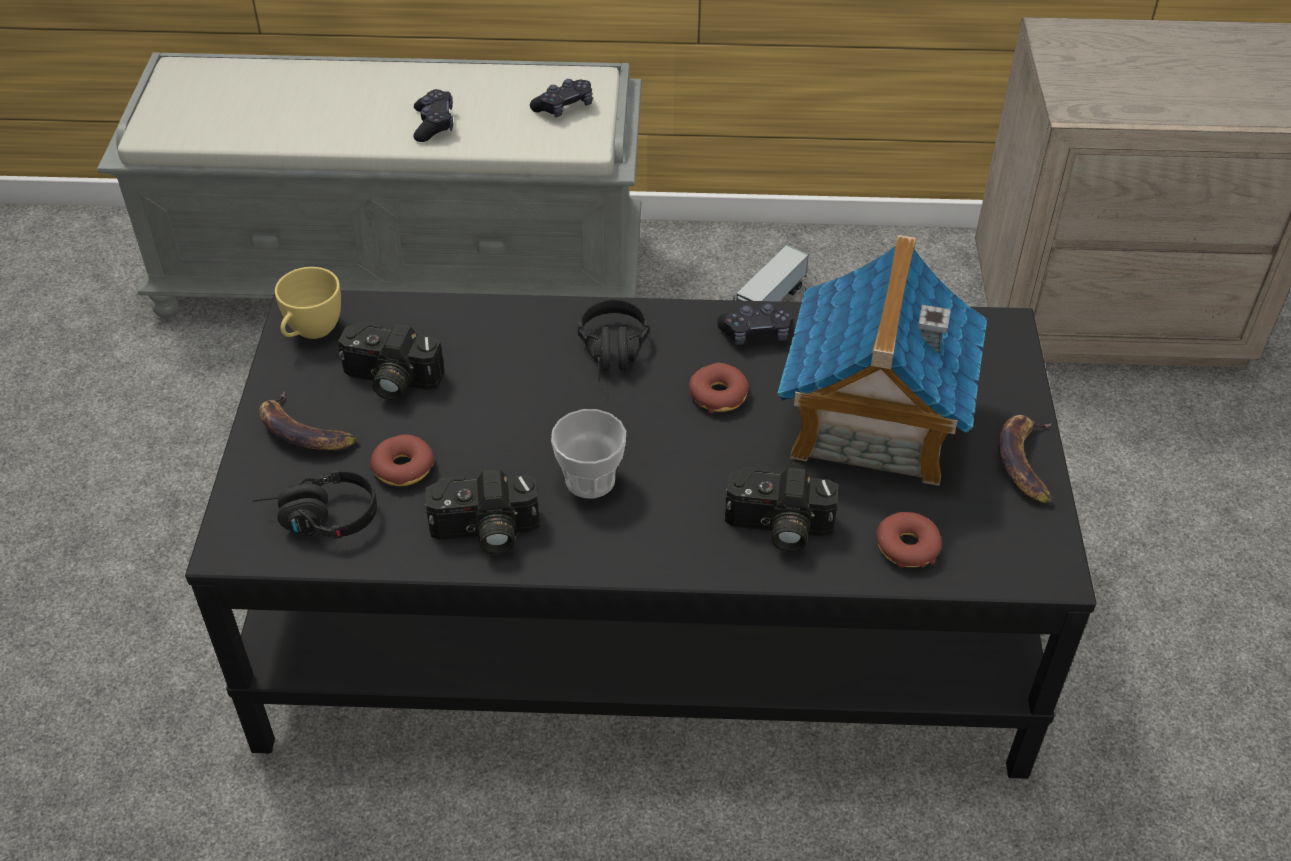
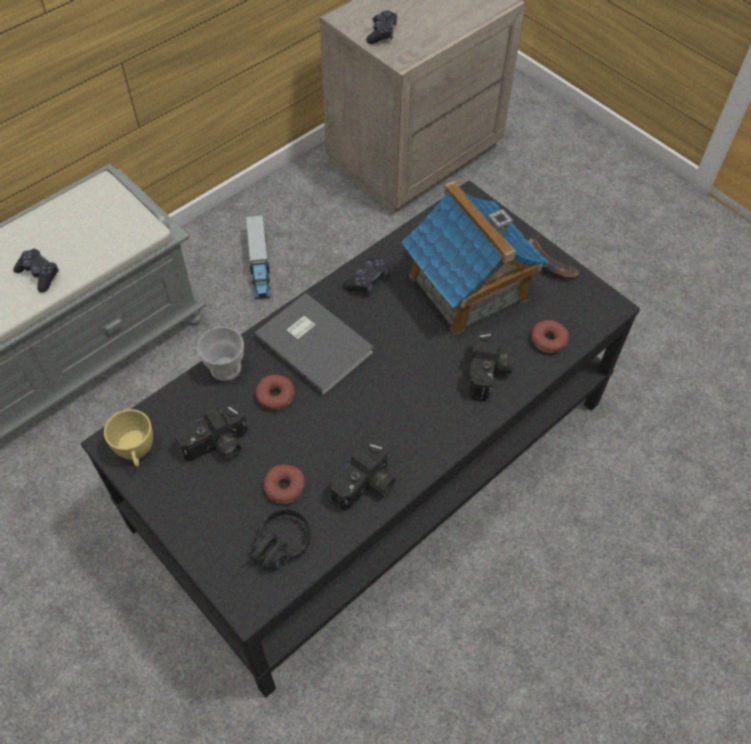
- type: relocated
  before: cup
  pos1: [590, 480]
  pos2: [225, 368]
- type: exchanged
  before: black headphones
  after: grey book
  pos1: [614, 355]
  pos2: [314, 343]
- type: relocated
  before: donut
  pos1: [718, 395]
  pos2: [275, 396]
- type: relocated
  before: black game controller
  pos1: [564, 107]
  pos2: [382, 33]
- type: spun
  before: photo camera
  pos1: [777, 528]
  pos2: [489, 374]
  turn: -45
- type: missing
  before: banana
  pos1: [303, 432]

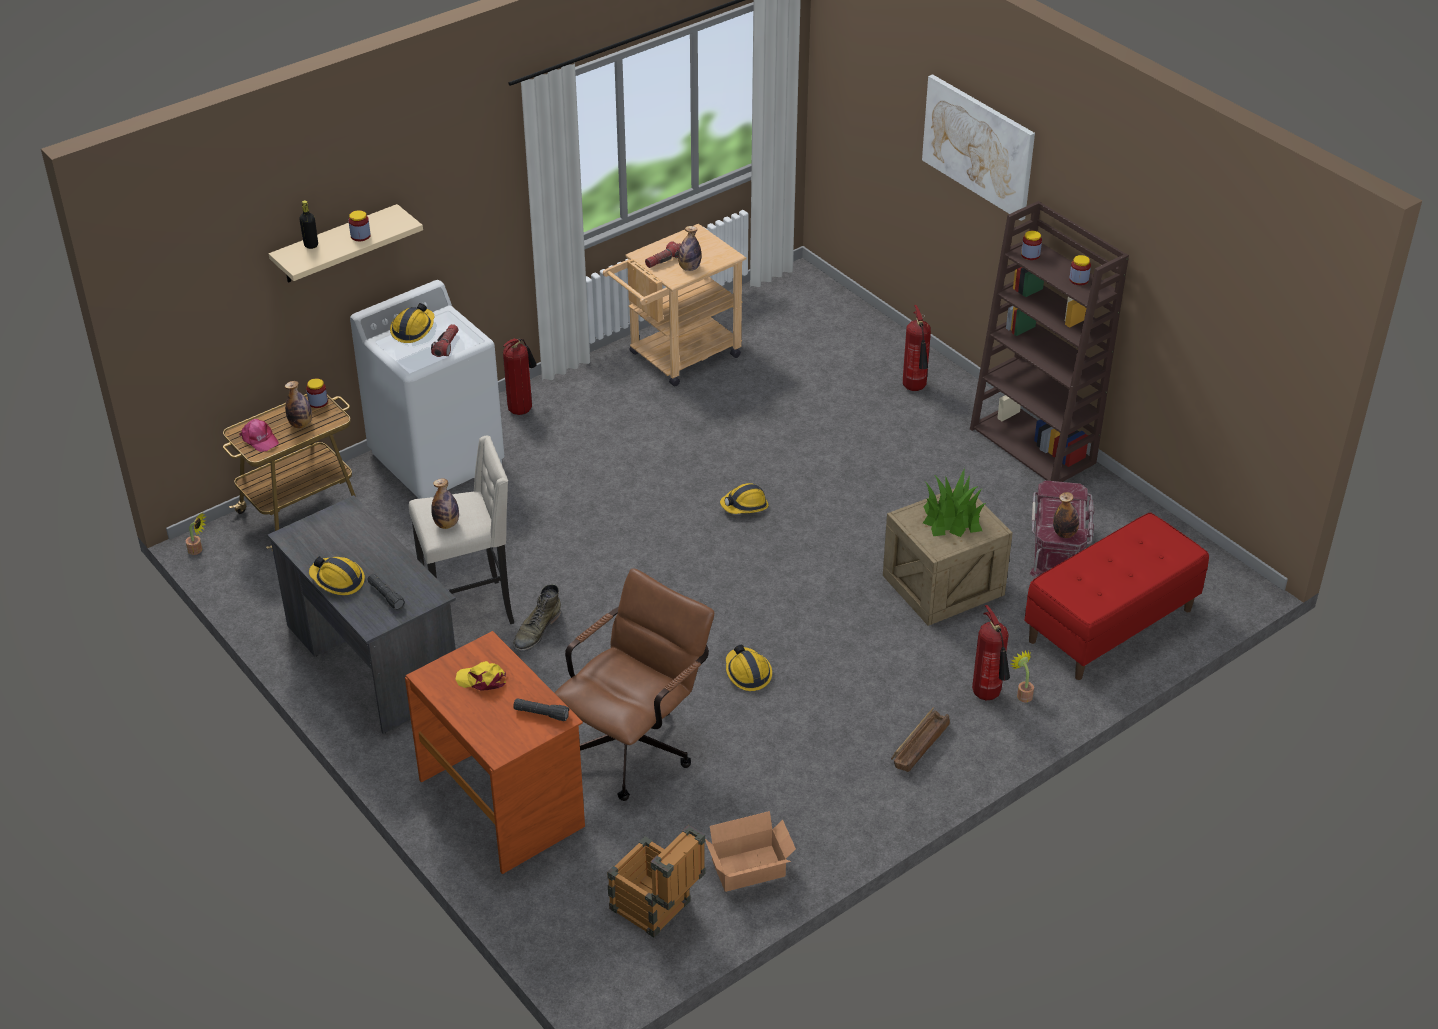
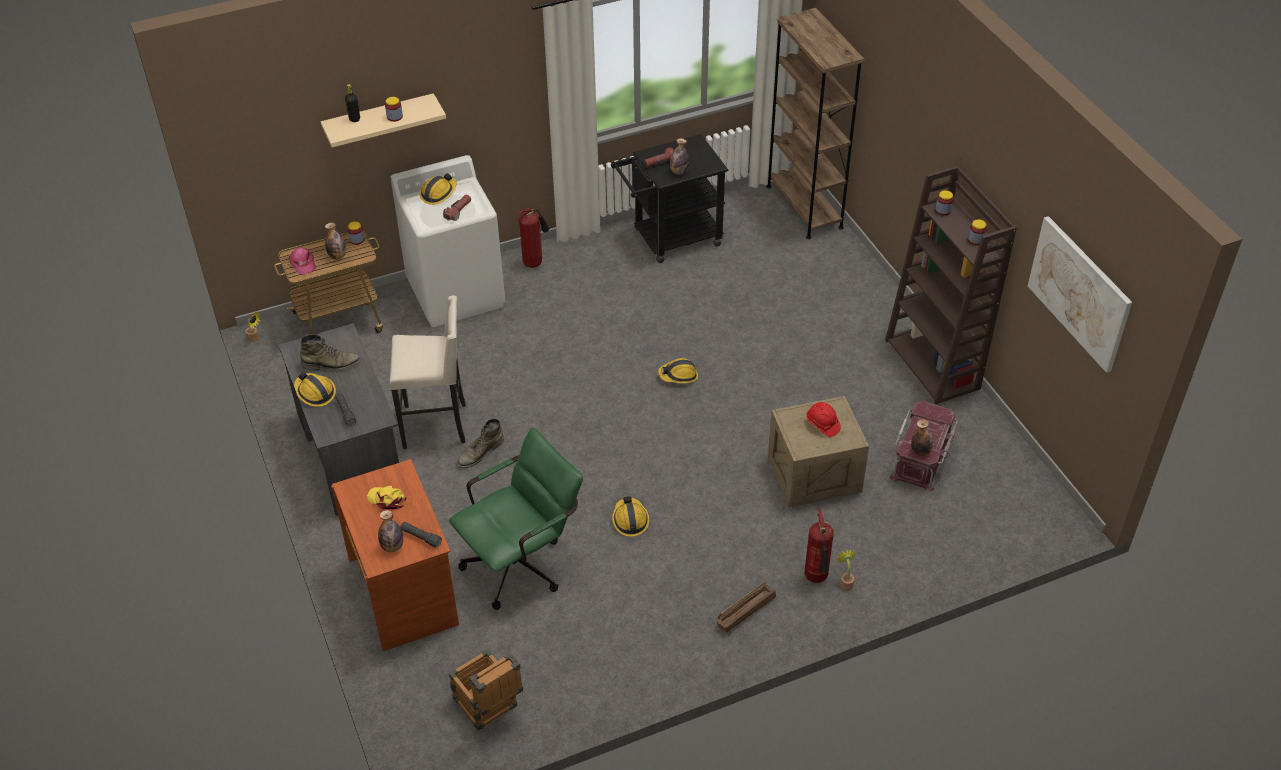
- type: appeared
  after: green boot
  pos2: [331, 364]
- type: relocated
  before: bottle
  pos1: [446, 524]
  pos2: [392, 547]
- type: colour
  before: brown office chair
  after: green office chair
  pos1: [636, 743]
  pos2: [522, 563]
- type: colour
  before: beige cart
  after: black cart
  pos1: [677, 358]
  pos2: [670, 239]
- type: appeared
  after: brown bookcase
  pos2: [804, 207]
- type: exchanged
  before: potted plant
  after: red hard hat
  pos1: [951, 519]
  pos2: [822, 424]
- type: relocated
  before: picture
  pos1: [978, 146]
  pos2: [1079, 293]
- type: missing
  before: cardboard box
  pos1: [751, 870]
- type: missing
  before: fire extinguisher
  pos1: [915, 389]
- type: missing
  before: red bench
  pos1: [1110, 626]

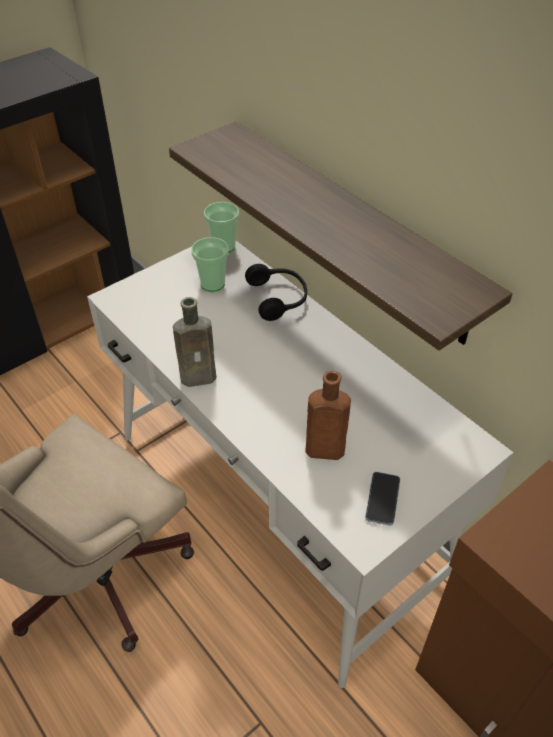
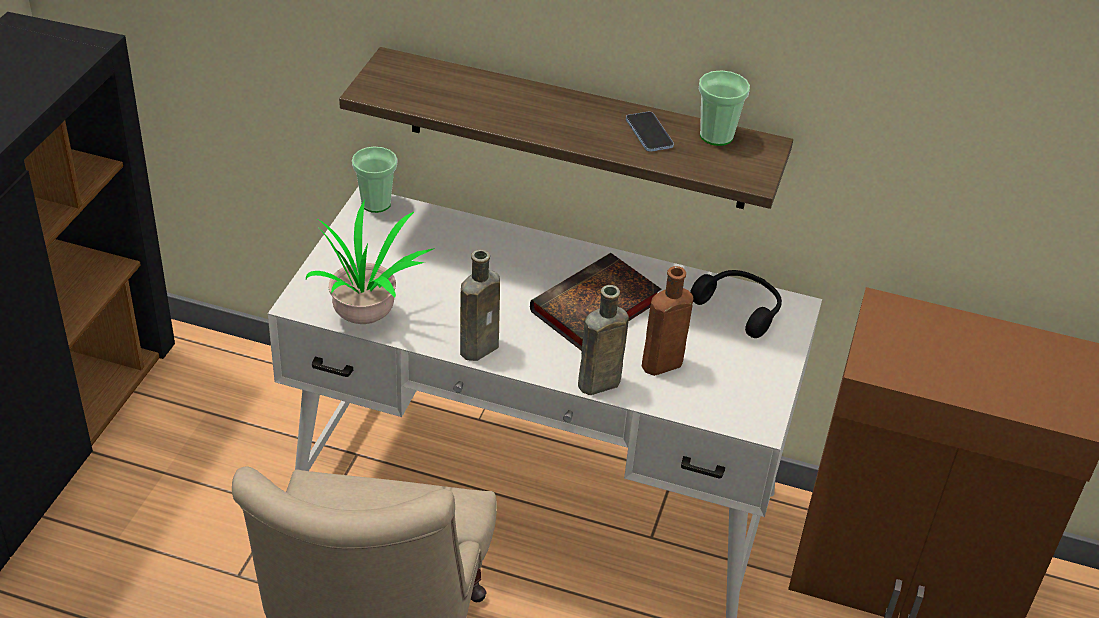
- type: appeared
  after: potted plant
  pos2: [367, 314]
- type: appeared
  after: book
  pos2: [594, 309]
- type: appeared
  after: brown bottle
  pos2: [596, 384]
- type: relocated
  before: phone
  pos1: [382, 499]
  pos2: [649, 133]
- type: relocated
  before: black headphones
  pos1: [279, 298]
  pos2: [740, 308]
- type: relocated
  before: cup
  pos1: [212, 284]
  pos2: [716, 136]

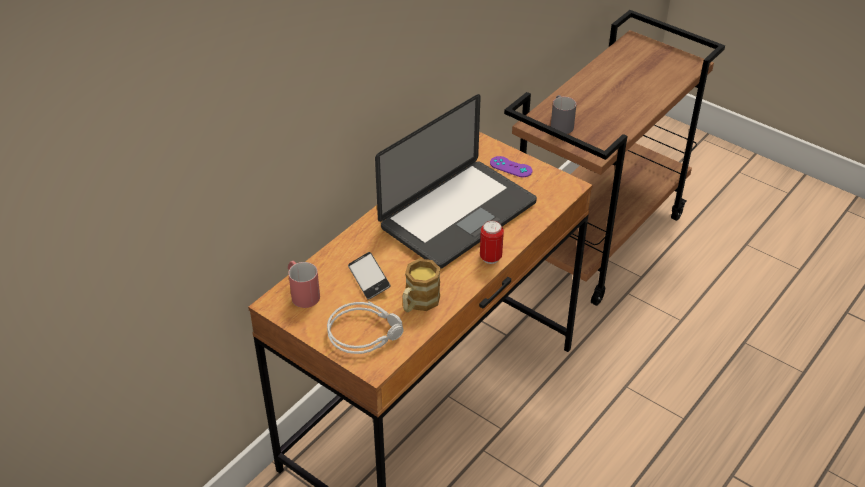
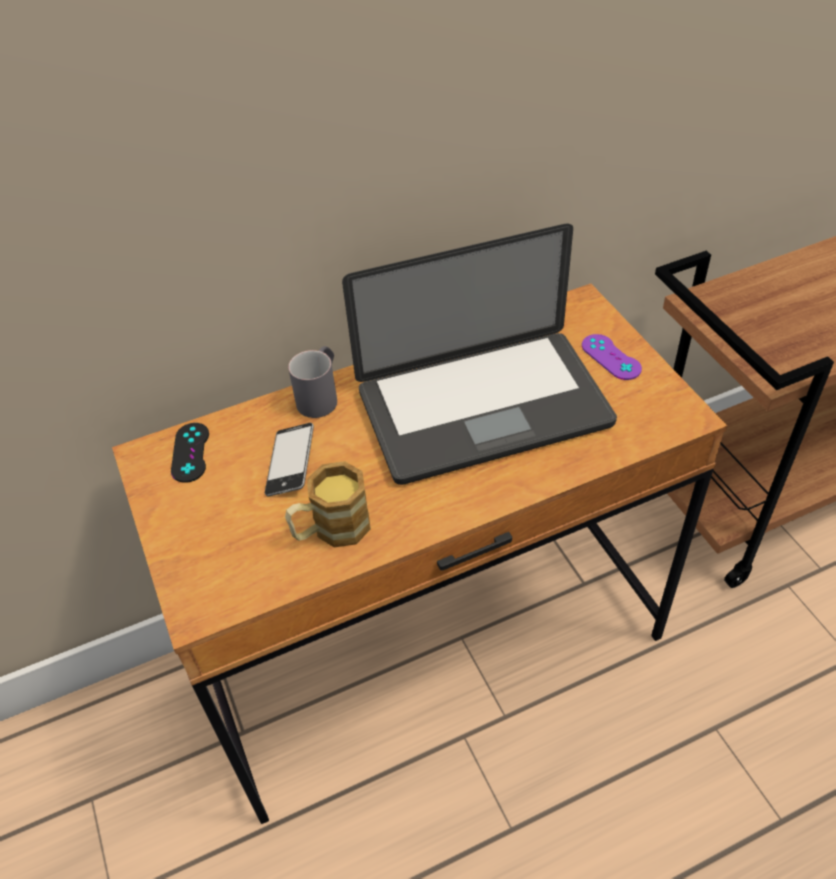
- type: exchanged
  before: red mug
  after: black game controller
  pos1: [302, 293]
  pos2: [190, 452]
- type: relocated
  before: grey mug
  pos1: [560, 123]
  pos2: [321, 395]
- type: missing
  before: grey headphones
  pos1: [365, 331]
- type: missing
  before: can
  pos1: [490, 257]

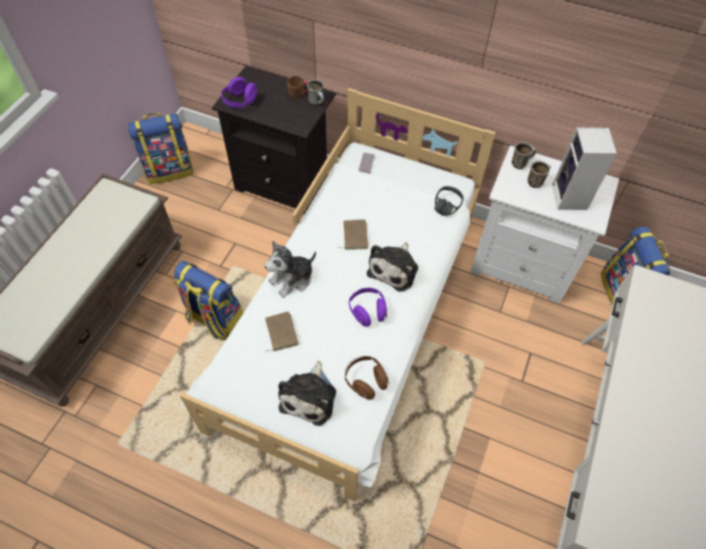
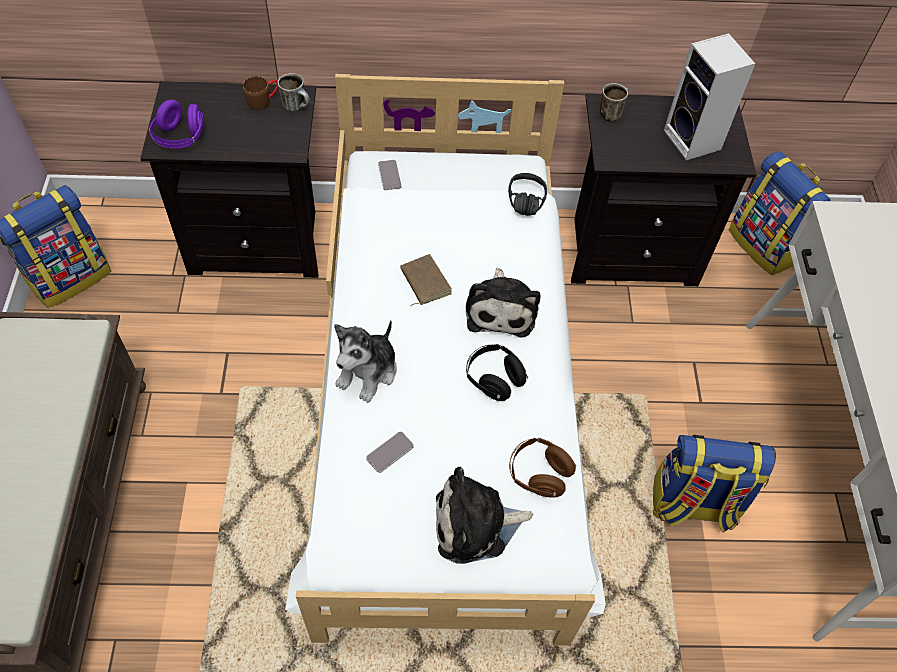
- type: exchanged
  before: brown book
  after: phone
  pos1: [280, 332]
  pos2: [390, 452]
- type: spun
  before: plush toy
  pos1: [310, 396]
  pos2: [475, 524]
  turn: 90
- type: colour
  before: purple headphones
  after: black headphones
  pos1: [367, 311]
  pos2: [494, 379]
- type: colour
  before: white nightstand
  after: black nightstand
  pos1: [522, 264]
  pos2: [631, 250]
- type: relocated
  before: backpack
  pos1: [214, 319]
  pos2: [693, 504]
- type: missing
  before: mug
  pos1: [536, 181]

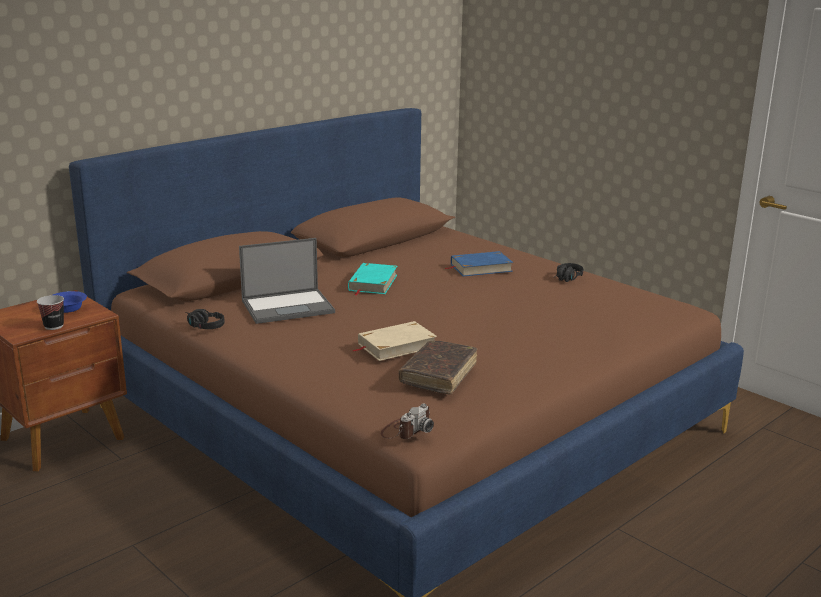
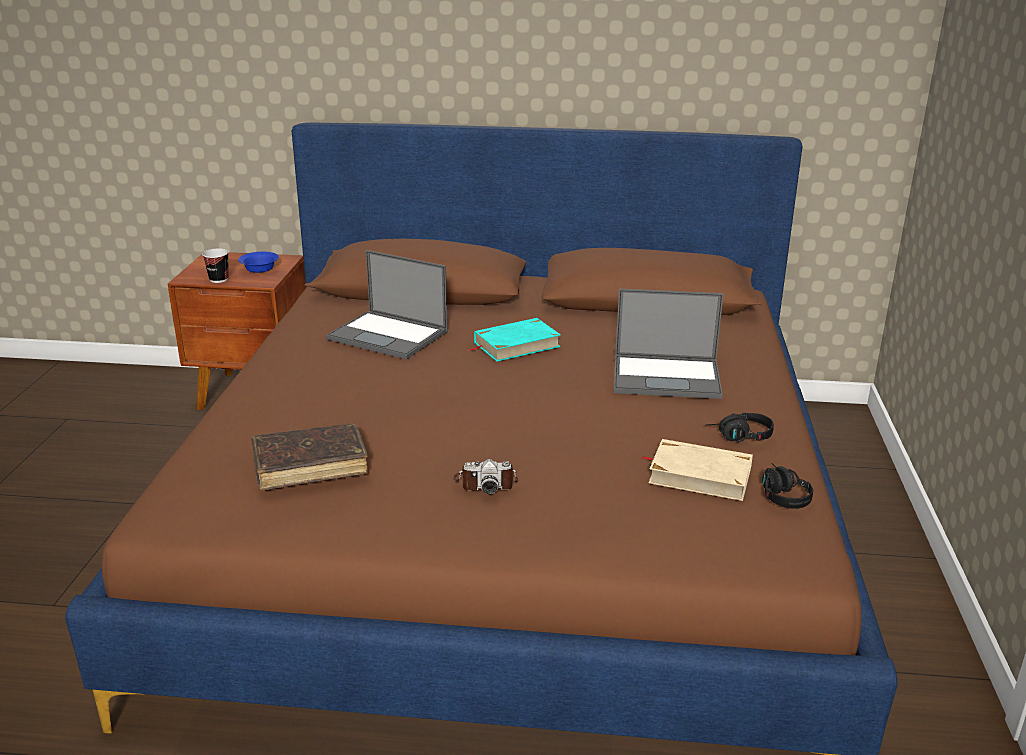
- type: relocated
  before: photo camera
  pos1: [406, 430]
  pos2: [485, 483]
- type: exchanged
  before: blue book
  after: laptop
  pos1: [480, 268]
  pos2: [667, 377]
- type: relocated
  before: beige book
  pos1: [396, 345]
  pos2: [699, 475]
- type: relocated
  before: black headphones
  pos1: [202, 326]
  pos2: [780, 494]

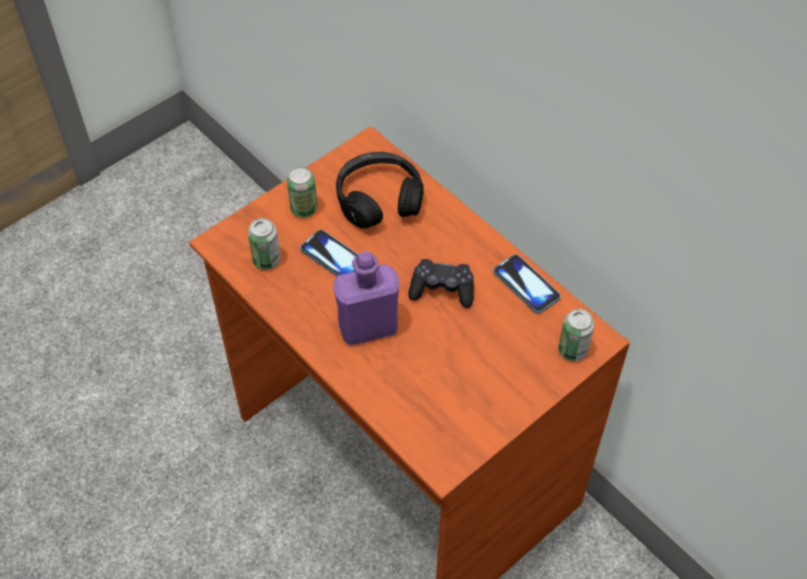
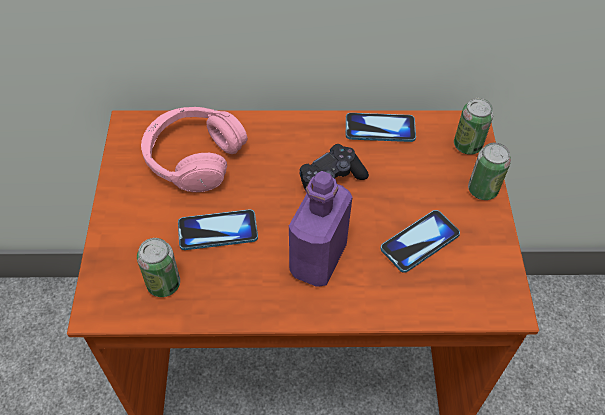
- type: colour
  before: black headphones
  after: pink headphones
  pos1: [379, 199]
  pos2: [193, 157]
- type: appeared
  after: phone
  pos2: [420, 242]
- type: relocated
  before: can
  pos1: [304, 209]
  pos2: [482, 190]

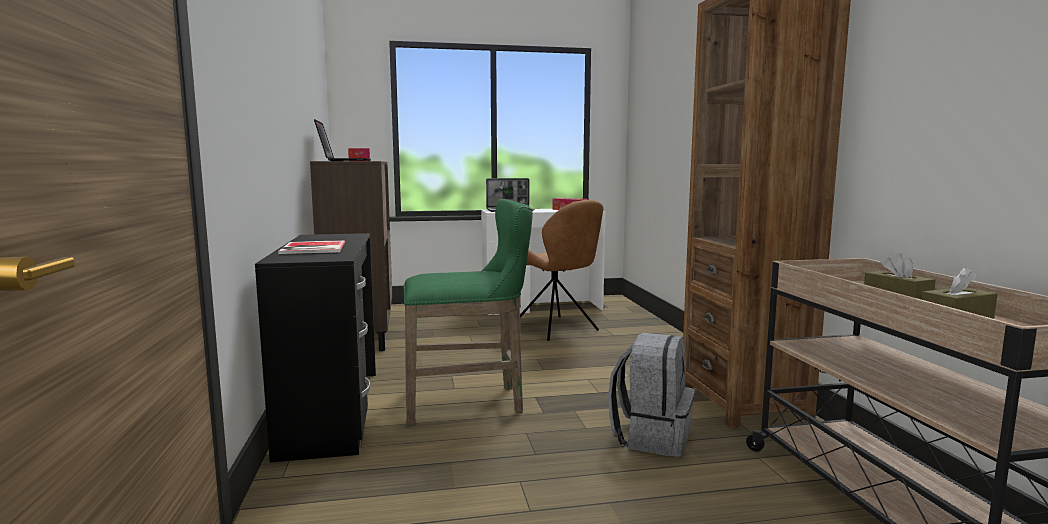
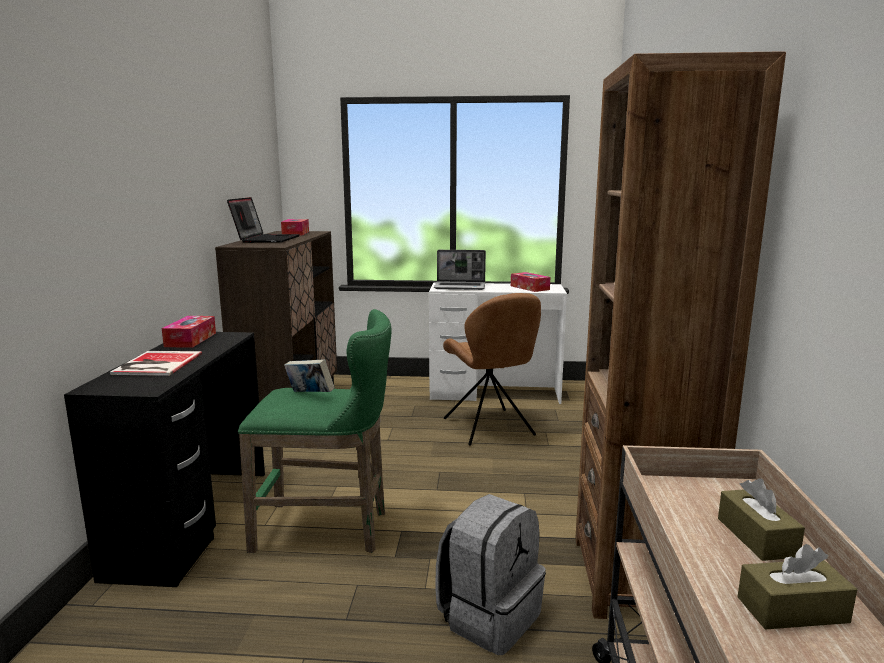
- type: appeared
  after: tissue box
  pos2: [190, 340]
- type: appeared
  after: book
  pos2: [310, 395]

